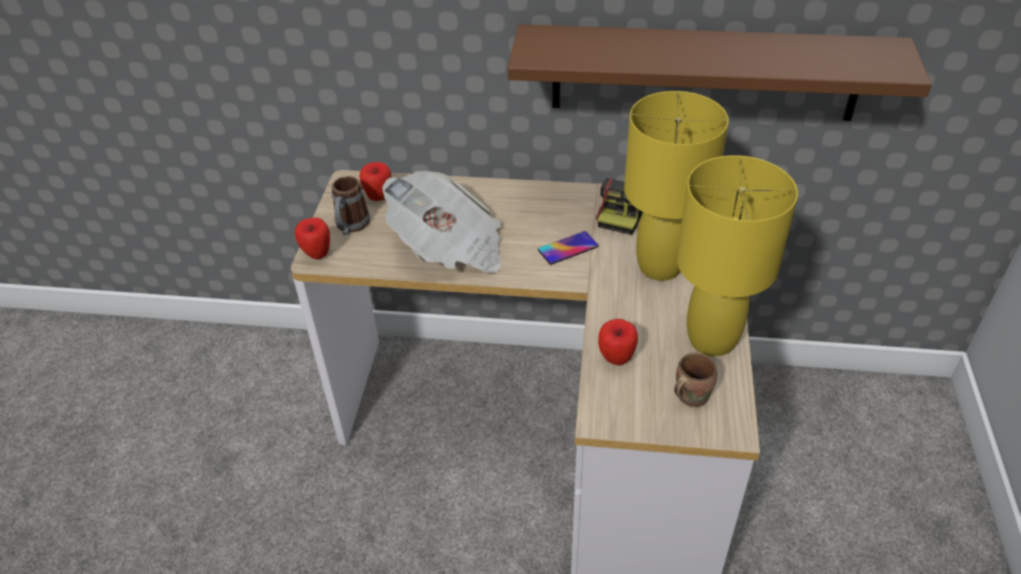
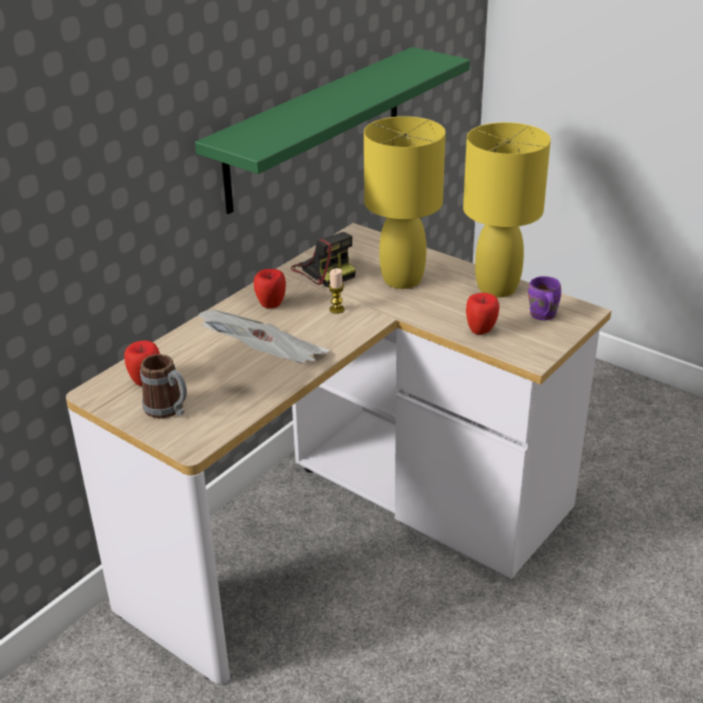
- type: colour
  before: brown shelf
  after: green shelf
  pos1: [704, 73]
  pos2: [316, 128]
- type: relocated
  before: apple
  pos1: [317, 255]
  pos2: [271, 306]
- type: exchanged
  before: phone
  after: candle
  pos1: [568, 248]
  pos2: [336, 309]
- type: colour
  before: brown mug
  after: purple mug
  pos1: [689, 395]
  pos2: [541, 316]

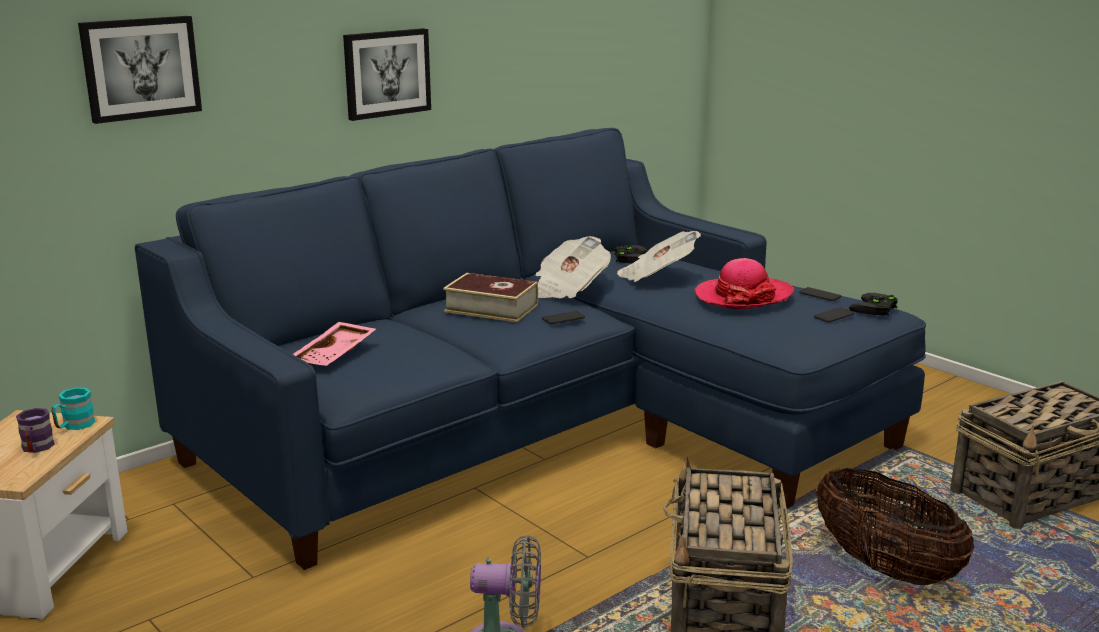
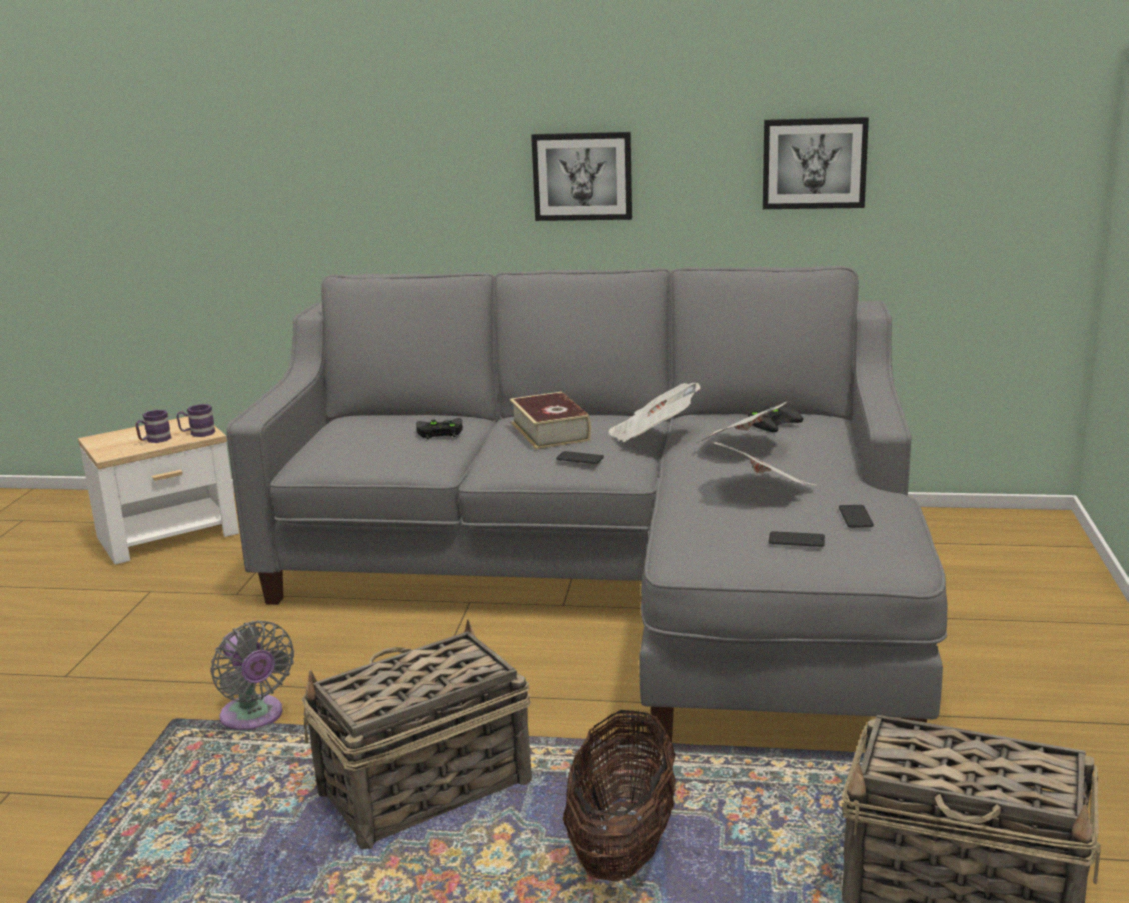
- type: colour
  before: turquoise mug
  after: purple mug
  pos1: [74, 426]
  pos2: [197, 433]
- type: colour
  before: blue sofa
  after: grey sofa
  pos1: [545, 429]
  pos2: [616, 581]
- type: relocated
  before: black game controller
  pos1: [875, 309]
  pos2: [438, 432]
- type: exchanged
  before: hat
  after: newspaper
  pos1: [743, 296]
  pos2: [763, 490]
- type: relocated
  before: picture
  pos1: [140, 68]
  pos2: [814, 163]
- type: missing
  before: pink tray
  pos1: [335, 355]

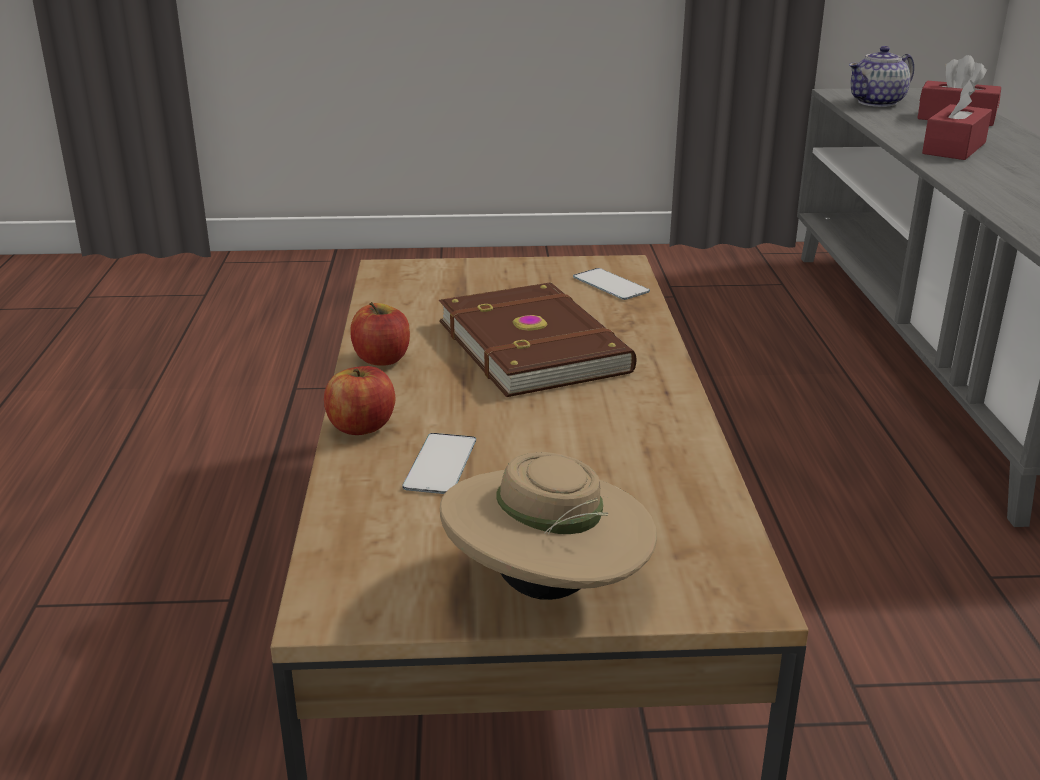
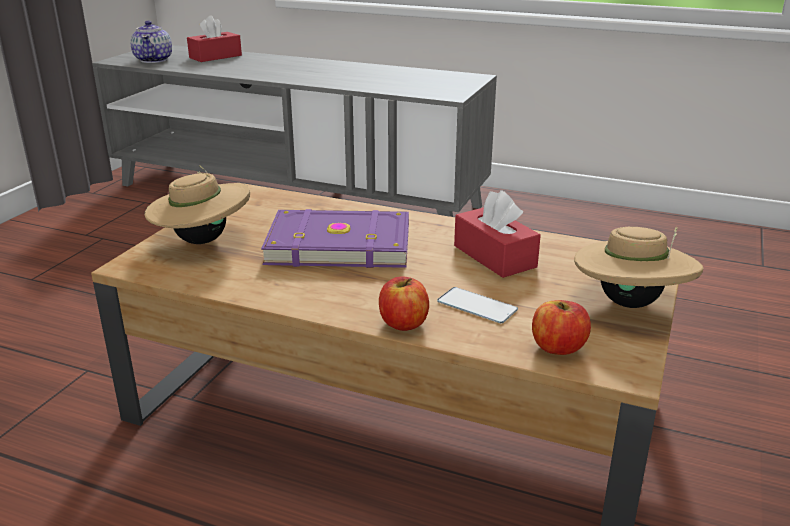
- type: appeared
  after: beige hat
  pos2: [202, 240]
- type: colour
  before: brown book
  after: purple book
  pos1: [535, 345]
  pos2: [338, 243]
- type: relocated
  before: red tissue box
  pos1: [954, 148]
  pos2: [494, 256]
- type: relocated
  before: apple
  pos1: [382, 359]
  pos2: [558, 347]
- type: missing
  before: phone
  pos1: [610, 285]

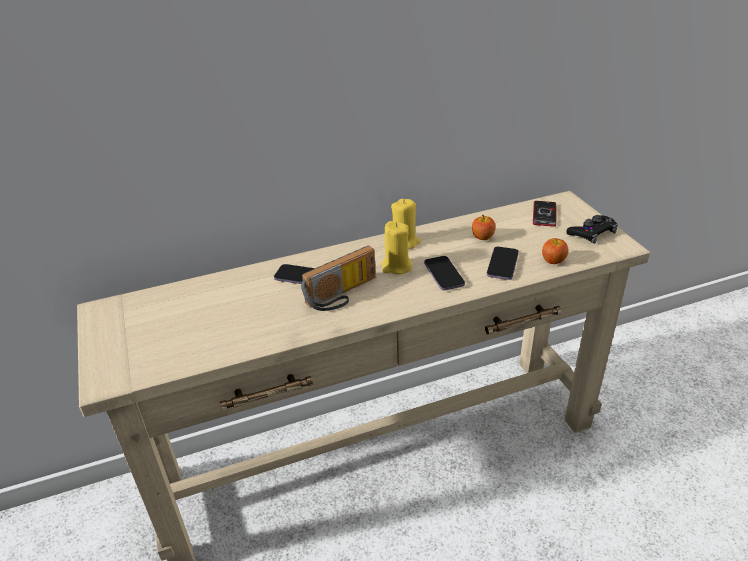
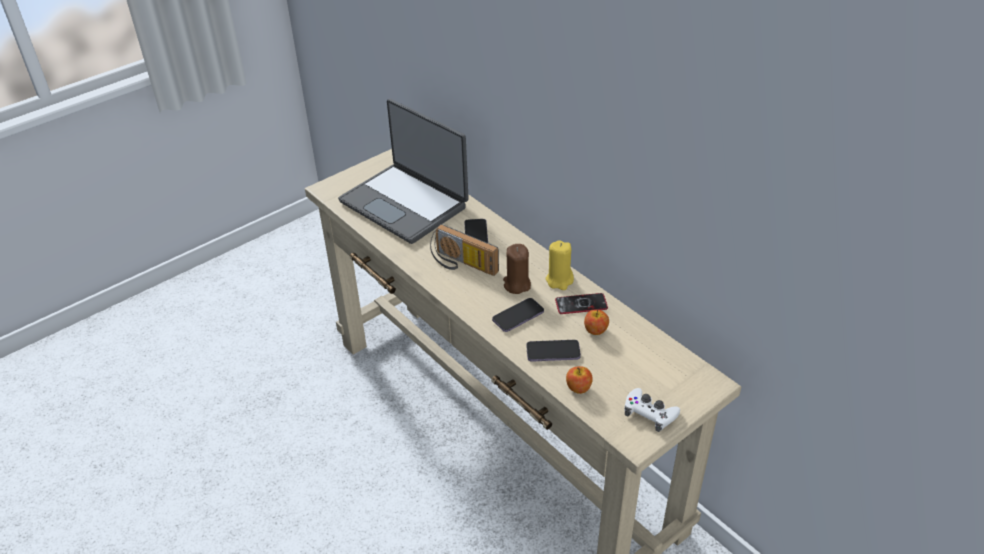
- type: appeared
  after: laptop
  pos2: [405, 203]
- type: colour
  before: yellow candle
  after: brown candle
  pos1: [396, 266]
  pos2: [516, 284]
- type: relocated
  before: phone
  pos1: [544, 214]
  pos2: [581, 304]
- type: colour
  before: black game controller
  after: white game controller
  pos1: [592, 233]
  pos2: [650, 413]

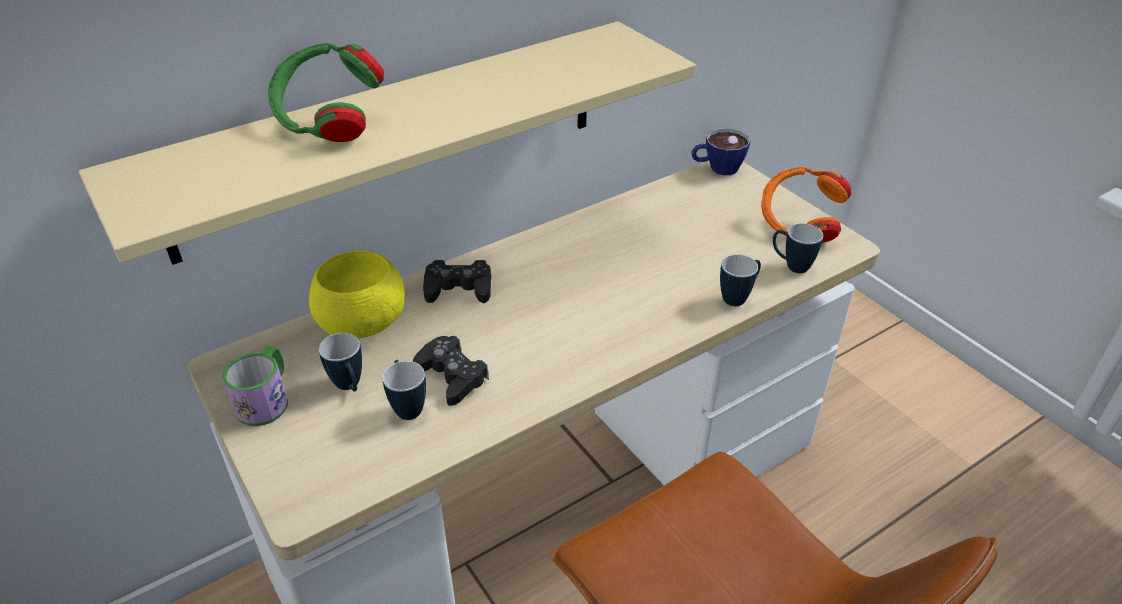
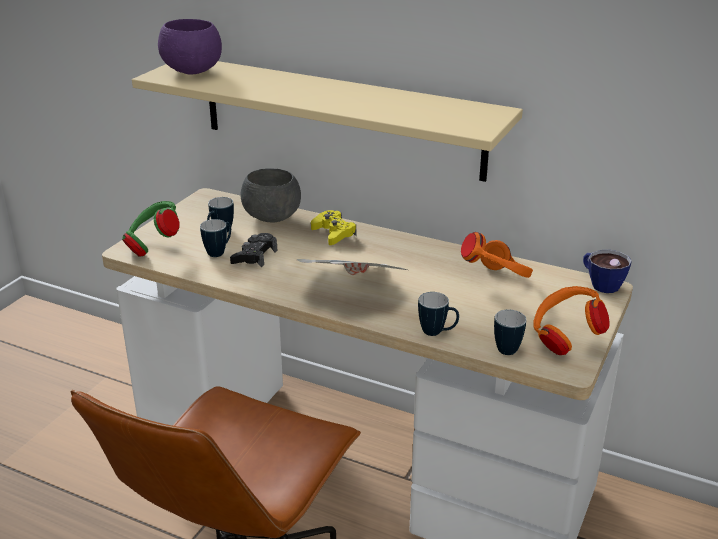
- type: relocated
  before: green headphones
  pos1: [329, 125]
  pos2: [153, 245]
- type: appeared
  after: purple bowl
  pos2: [192, 72]
- type: colour
  before: yellow bowl
  after: grey bowl
  pos1: [364, 326]
  pos2: [271, 218]
- type: appeared
  after: newspaper
  pos2: [355, 290]
- type: colour
  before: black game controller
  after: yellow game controller
  pos1: [458, 288]
  pos2: [333, 233]
- type: appeared
  after: orange headphones
  pos2: [497, 280]
- type: missing
  before: mug
  pos1: [266, 399]

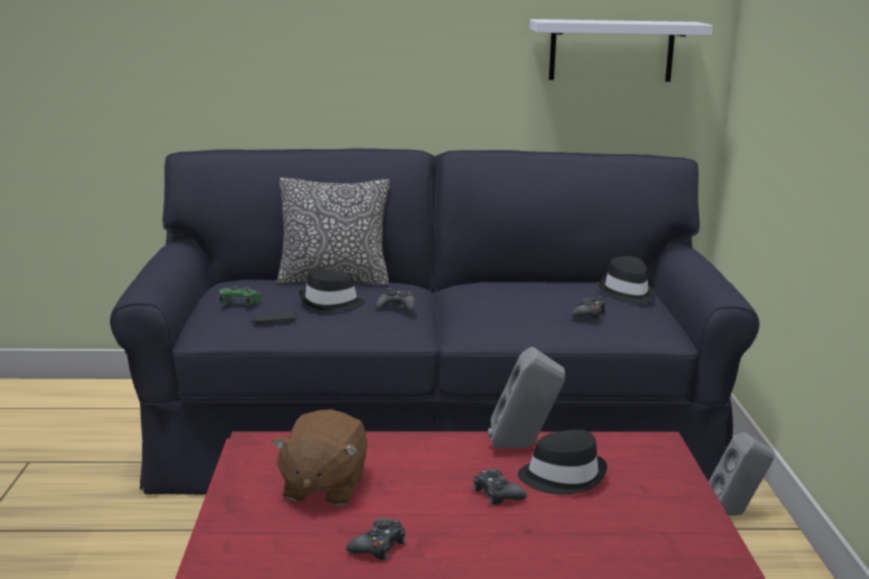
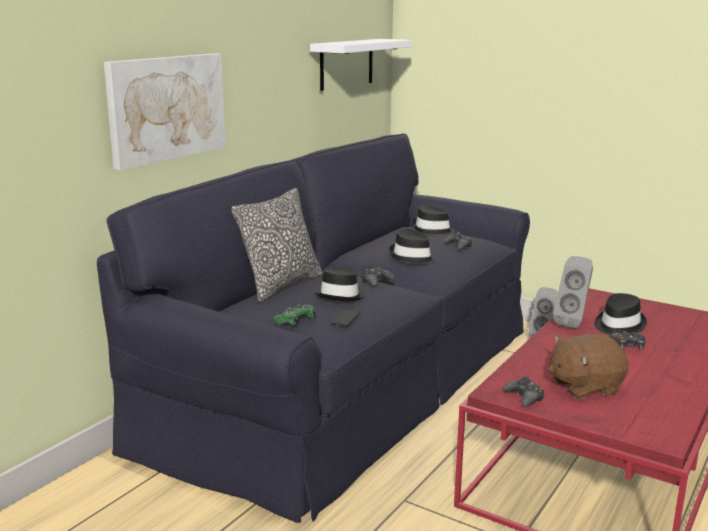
- type: appeared
  after: picture
  pos2: [166, 108]
- type: appeared
  after: black hat
  pos2: [412, 257]
- type: relocated
  before: black game controller
  pos1: [378, 546]
  pos2: [524, 397]
- type: spun
  before: brown plush toy
  pos1: [323, 487]
  pos2: [584, 386]
  turn: 120

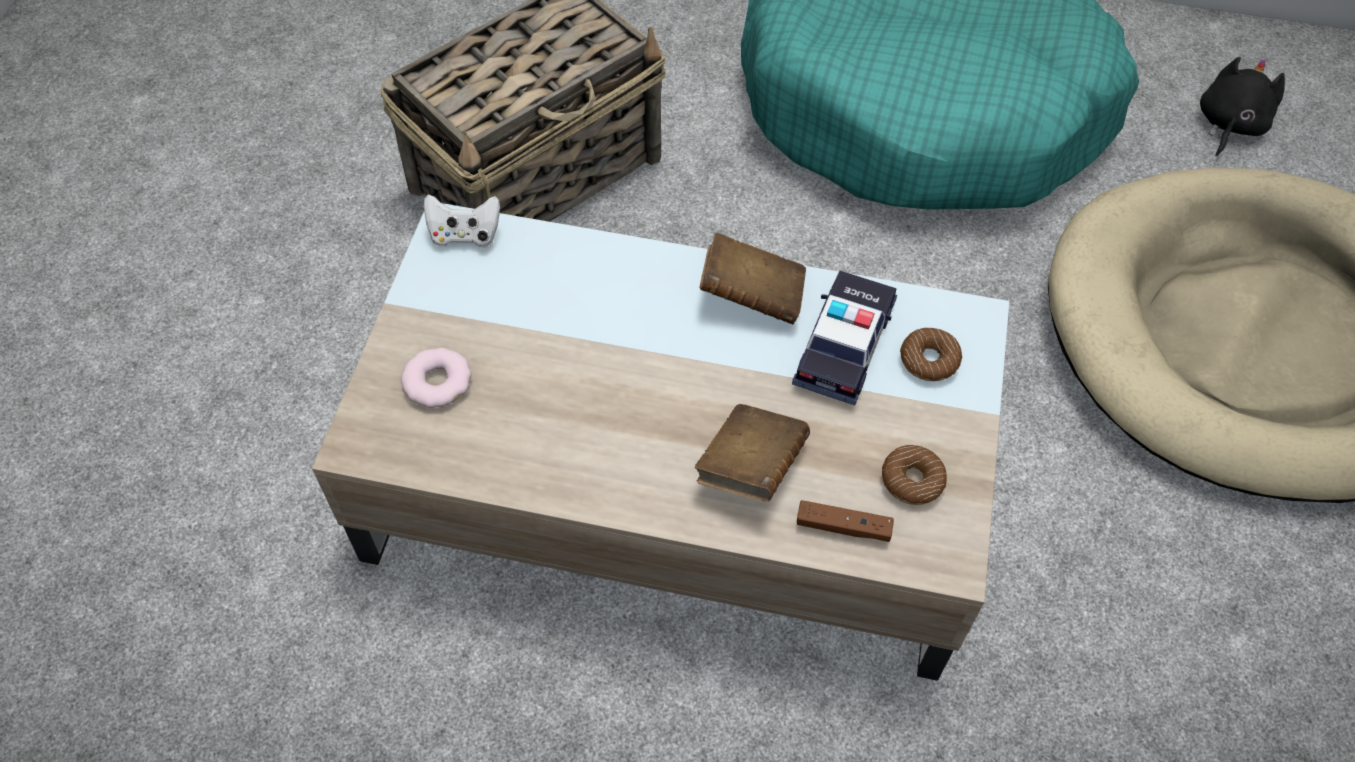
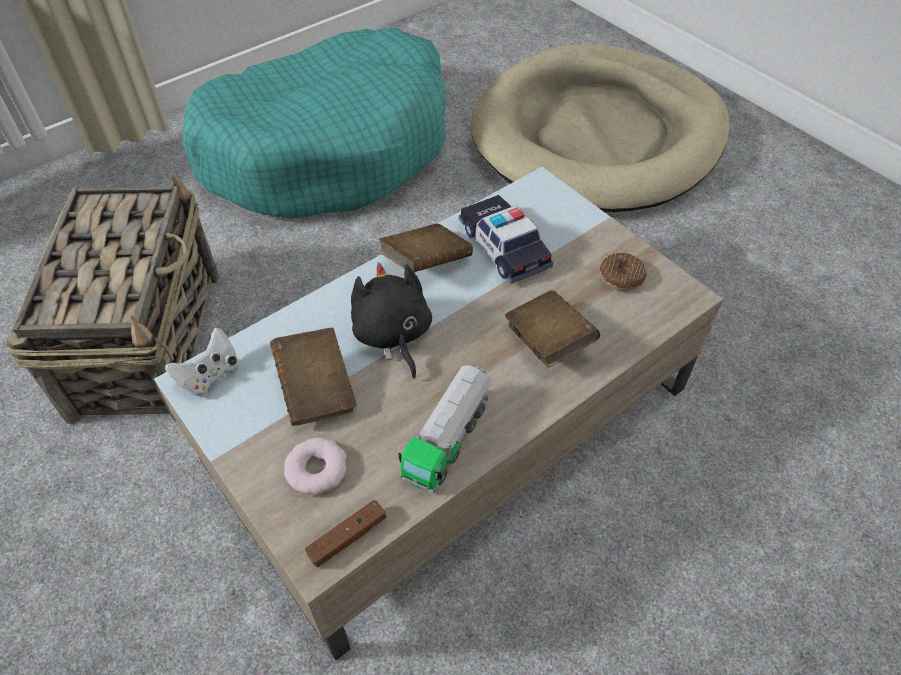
- type: appeared
  after: brown book
  pos2: [316, 390]
- type: relocated
  before: brown game controller
  pos1: [843, 527]
  pos2: [347, 537]
- type: relocated
  before: black plush toy
  pos1: [1228, 124]
  pos2: [393, 335]
- type: appeared
  after: toy truck
  pos2: [447, 439]
- type: missing
  before: donut
  pos1: [929, 360]

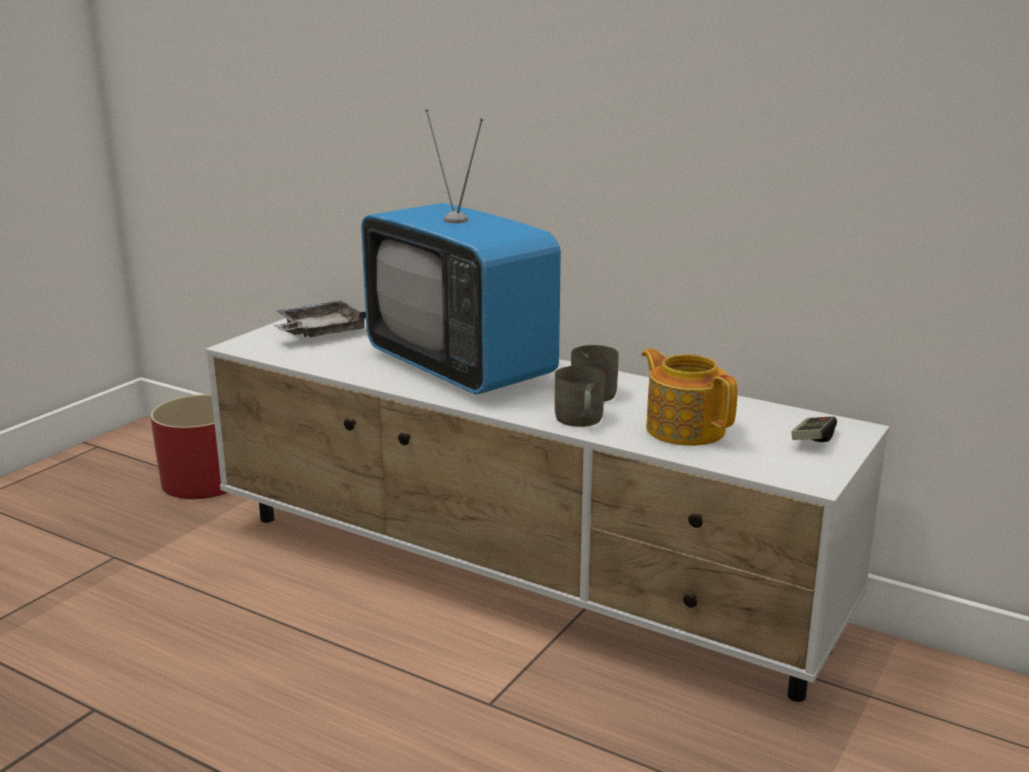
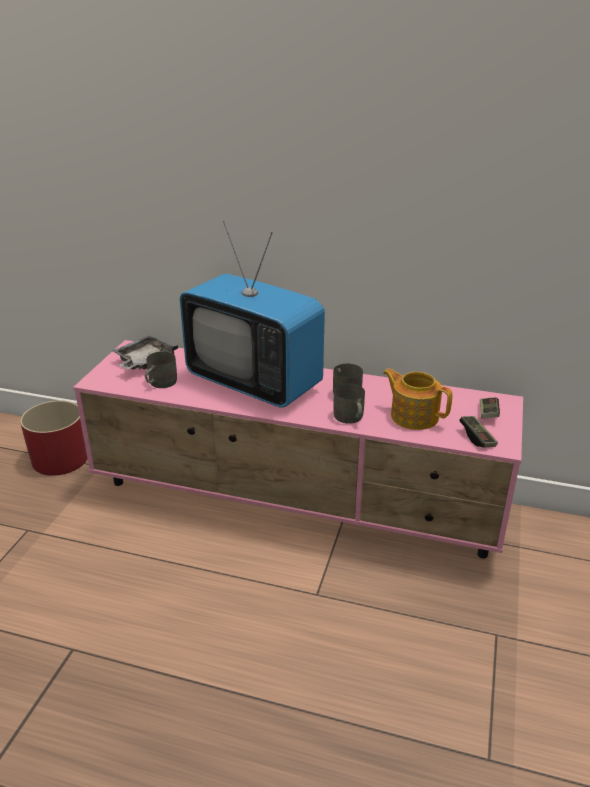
- type: colour
  before: white tv stand
  after: pink tv stand
  pos1: [518, 580]
  pos2: [297, 503]
- type: appeared
  after: grey mug
  pos2: [160, 383]
- type: appeared
  after: game controller
  pos2: [477, 437]

